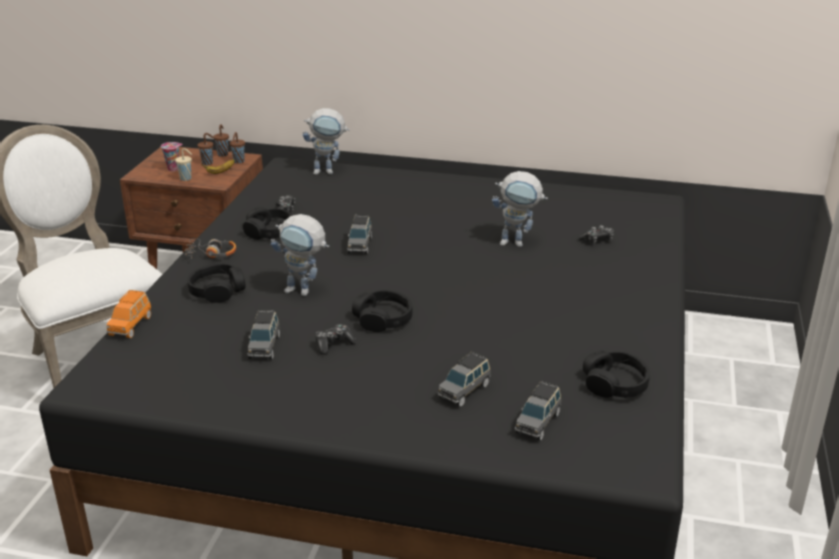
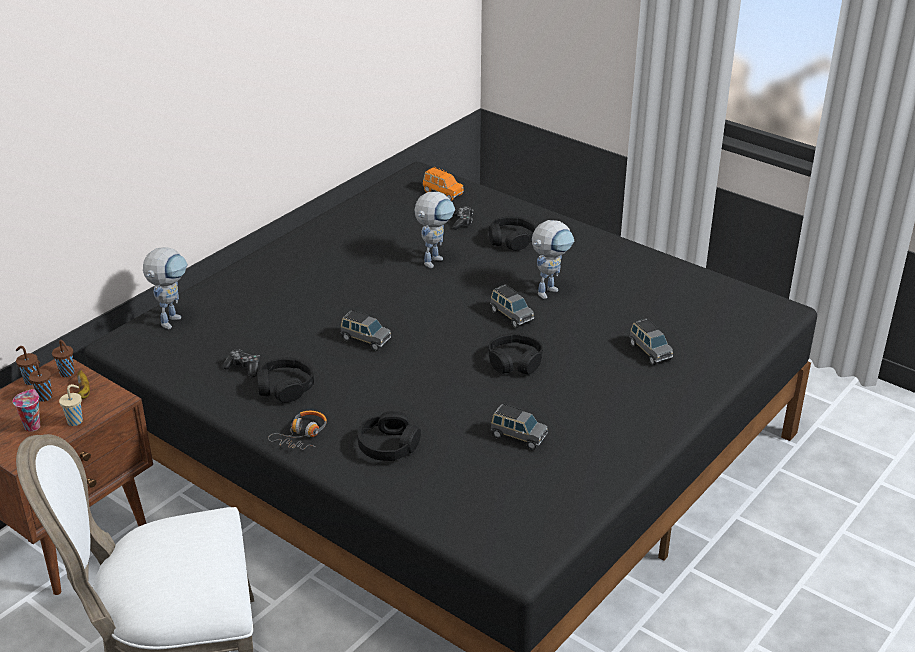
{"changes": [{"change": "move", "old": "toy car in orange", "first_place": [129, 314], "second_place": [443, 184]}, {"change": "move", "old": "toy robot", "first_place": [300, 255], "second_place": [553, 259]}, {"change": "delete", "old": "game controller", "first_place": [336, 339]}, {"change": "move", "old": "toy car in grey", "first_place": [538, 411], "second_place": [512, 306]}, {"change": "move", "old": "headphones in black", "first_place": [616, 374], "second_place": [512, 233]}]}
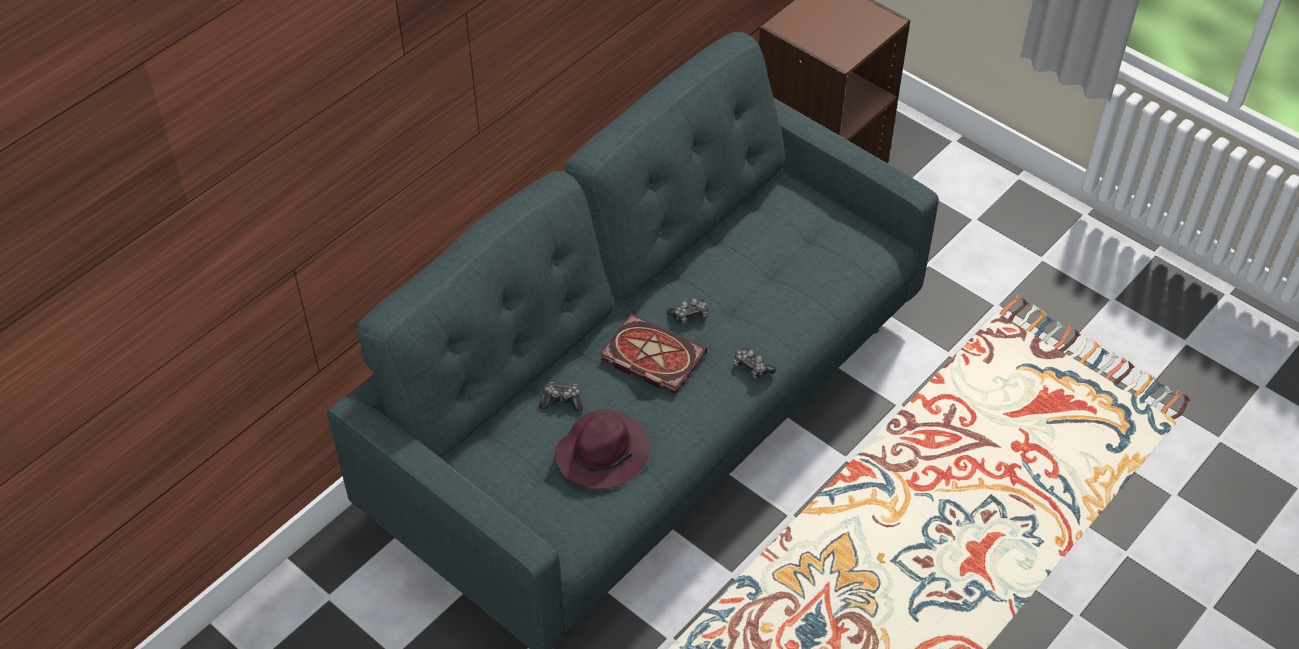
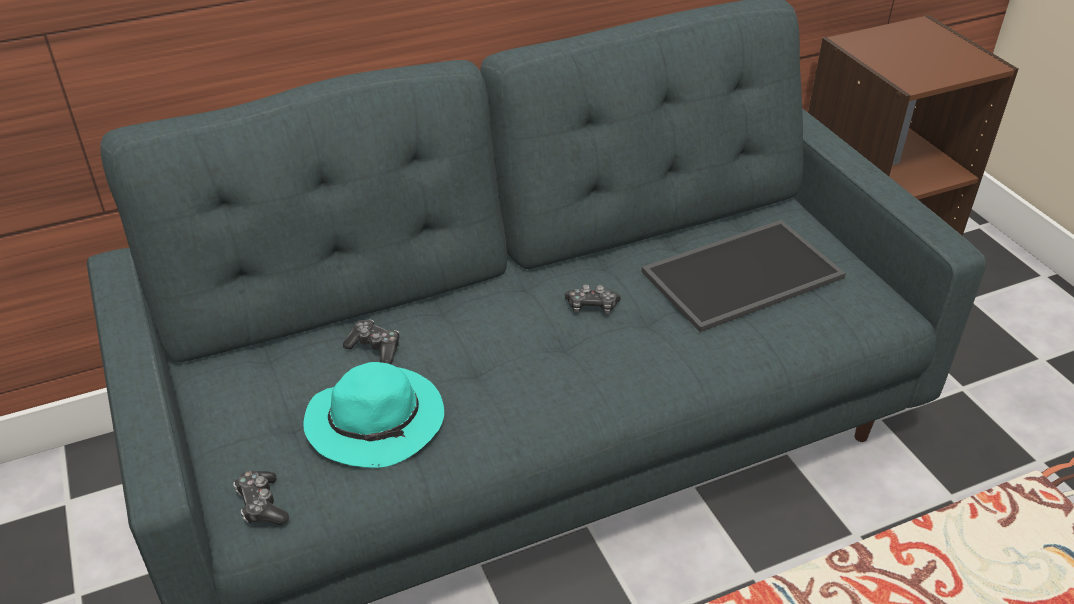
{"changes": [{"change": "recolor", "old": "hat in purple", "new": "hat in turquoise", "first_place": [602, 449], "second_place": [374, 415]}, {"change": "delete", "old": "book", "first_place": [653, 354]}, {"change": "move", "old": "game controller", "first_place": [755, 363], "second_place": [261, 497]}, {"change": "insert", "new": "tray", "second_place": [743, 276]}]}
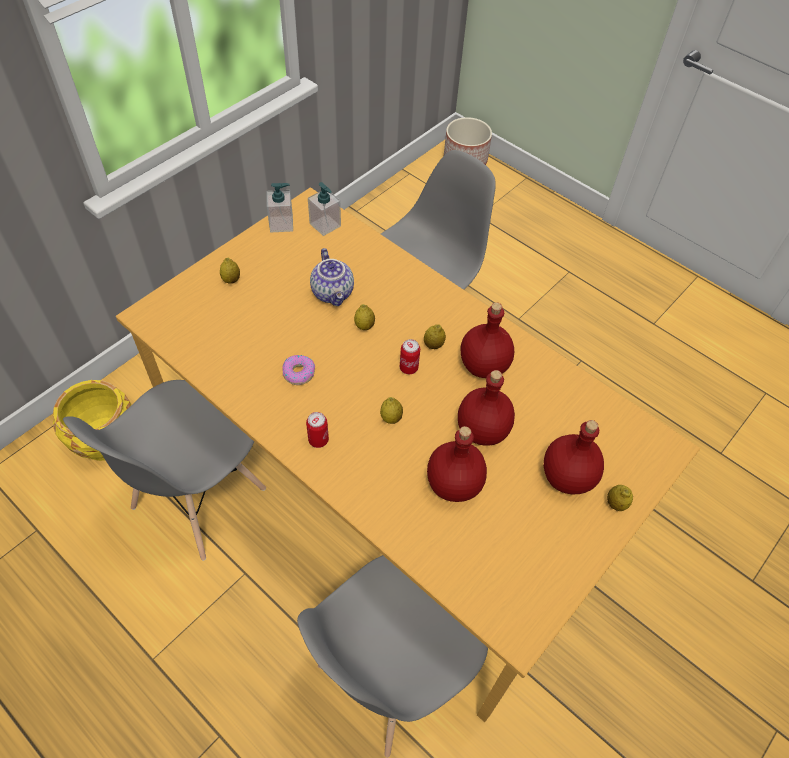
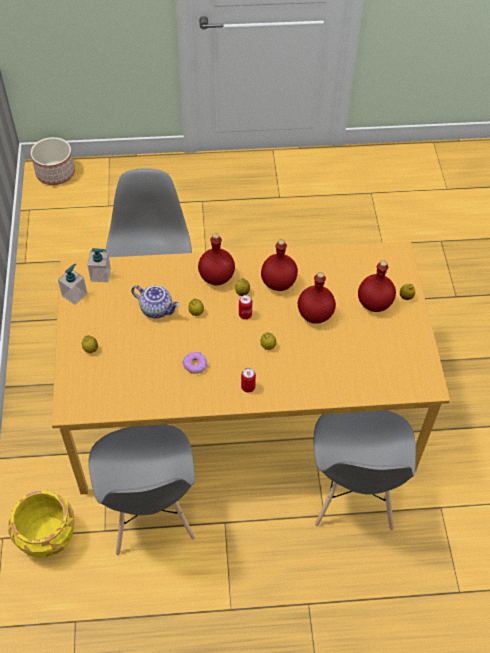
{"changes": [{"change": "move", "old": "bottle in red", "first_place": [457, 464], "second_place": [216, 259]}]}
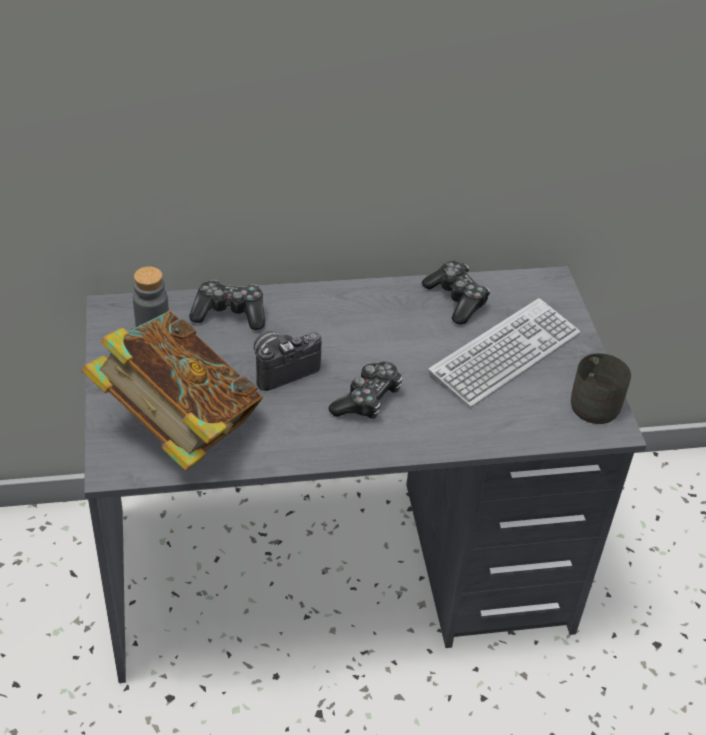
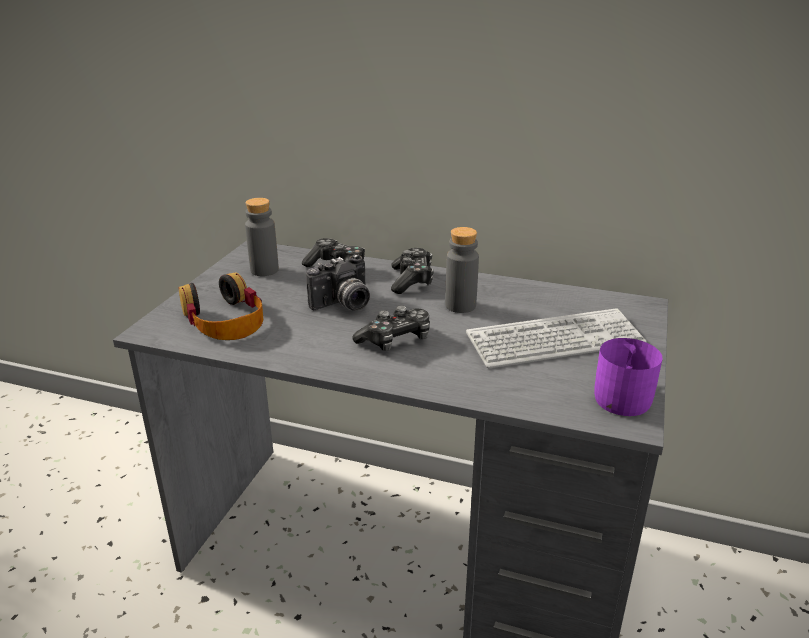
{"changes": [{"change": "replace", "old": "book", "new": "headphones", "first_place": [172, 391], "second_place": [221, 306]}, {"change": "rotate", "old": "photo camera", "first_place": [288, 361], "second_place": [338, 282], "degrees": 150}, {"change": "move", "old": "game controller", "first_place": [456, 293], "second_place": [412, 271]}, {"change": "recolor", "old": "mug in grey", "new": "mug in purple", "first_place": [601, 388], "second_place": [628, 377]}, {"change": "insert", "new": "bottle in grey", "second_place": [462, 270]}]}
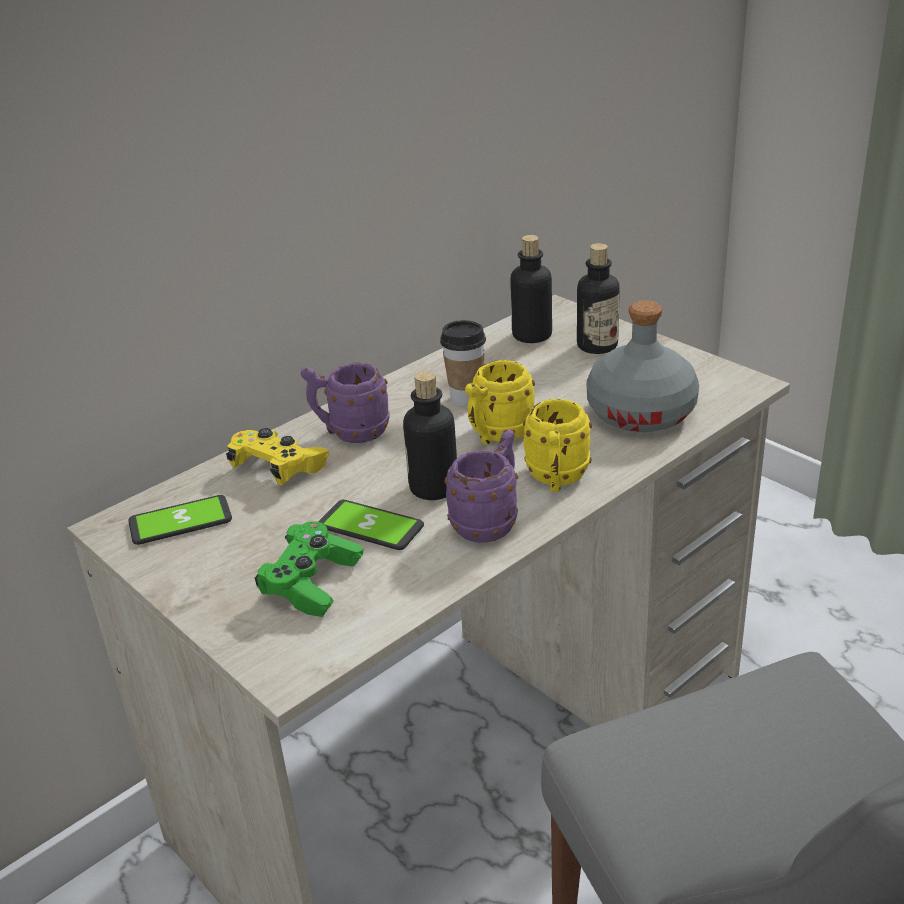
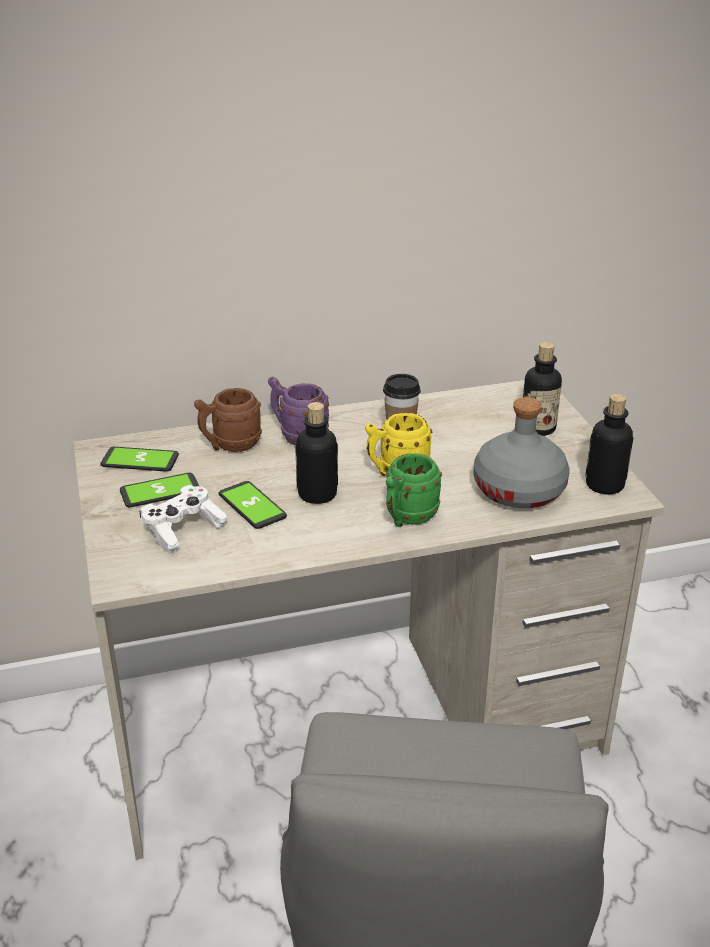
{"changes": [{"change": "replace", "old": "game controller in yellow", "new": "mug in brown", "first_place": [278, 456], "second_place": [228, 420]}, {"change": "recolor", "old": "game controller in green", "new": "game controller in white", "first_place": [309, 569], "second_place": [184, 519]}, {"change": "delete", "old": "mug in purple", "first_place": [481, 486]}, {"change": "move", "old": "bottle", "first_place": [531, 289], "second_place": [609, 444]}, {"change": "recolor", "old": "mug in yellow", "new": "mug in green", "first_place": [557, 445], "second_place": [414, 490]}, {"change": "insert", "new": "phone", "second_place": [159, 490]}]}
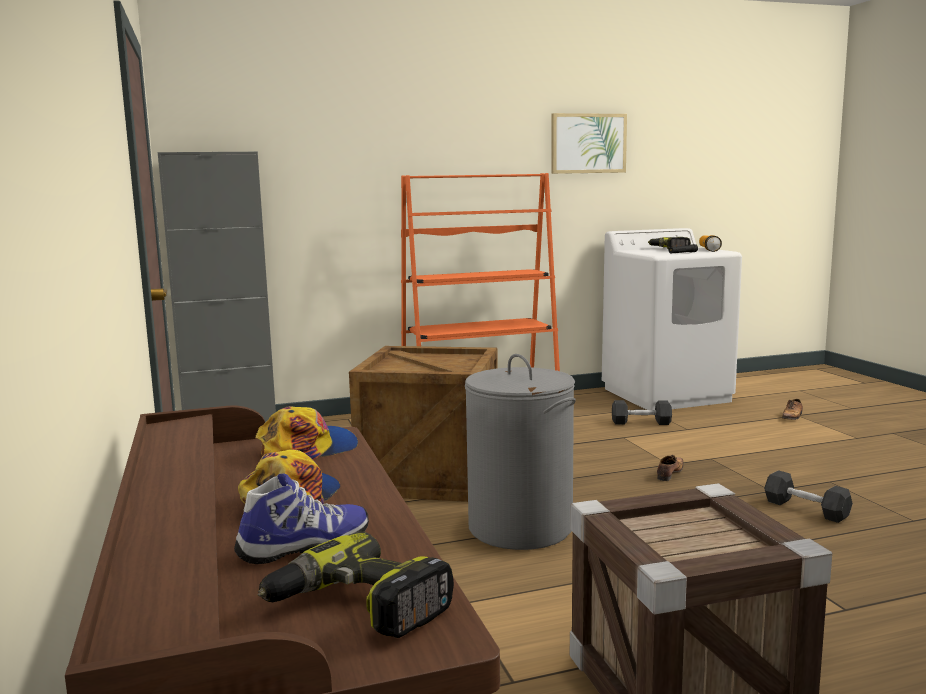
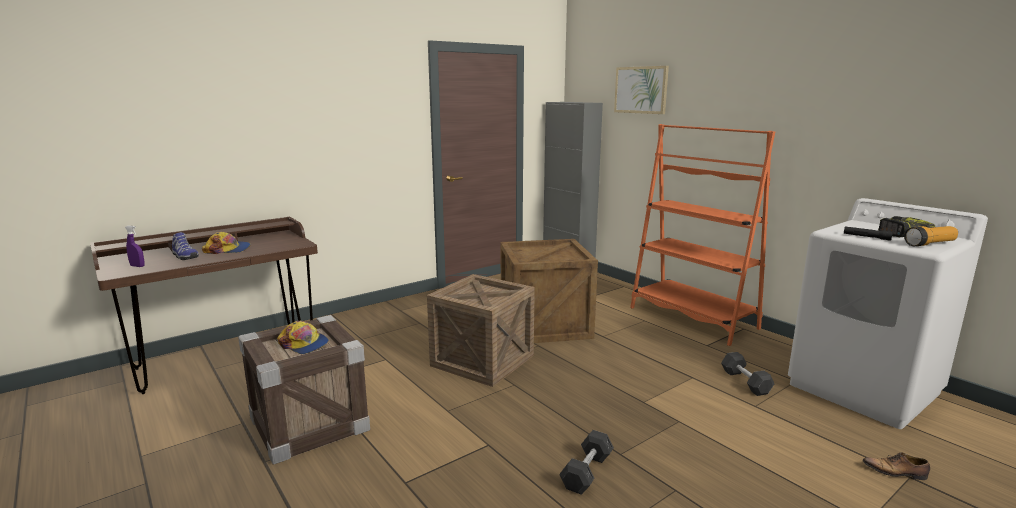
{"changes": [{"change": "move", "old": "cap", "first_place": [307, 433], "second_place": [303, 337]}, {"change": "replace", "old": "power drill", "new": "spray bottle in purple", "first_place": [356, 585], "second_place": [135, 246]}, {"change": "replace", "old": "laundry basket in grey", "new": "crate", "first_place": [520, 452], "second_place": [481, 330]}, {"change": "move", "old": "picture", "first_place": [589, 143], "second_place": [641, 90]}, {"change": "delete", "old": "shoe", "first_place": [670, 468]}]}
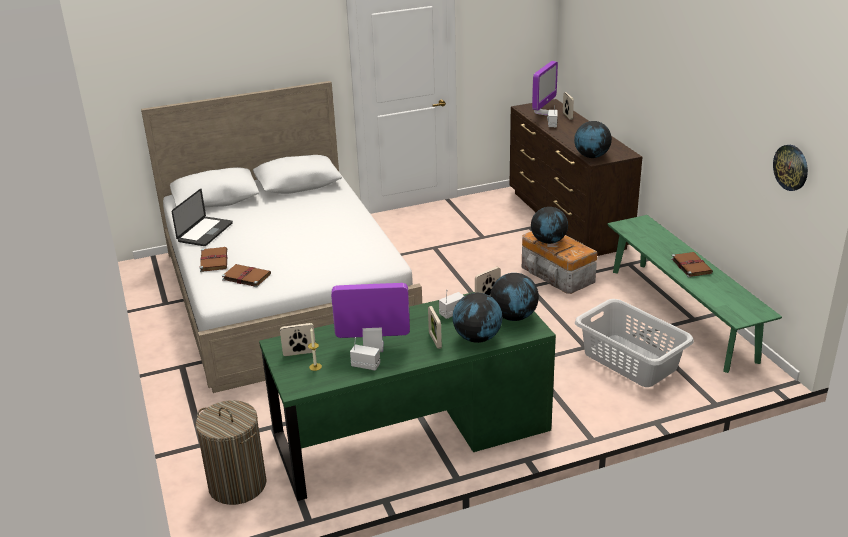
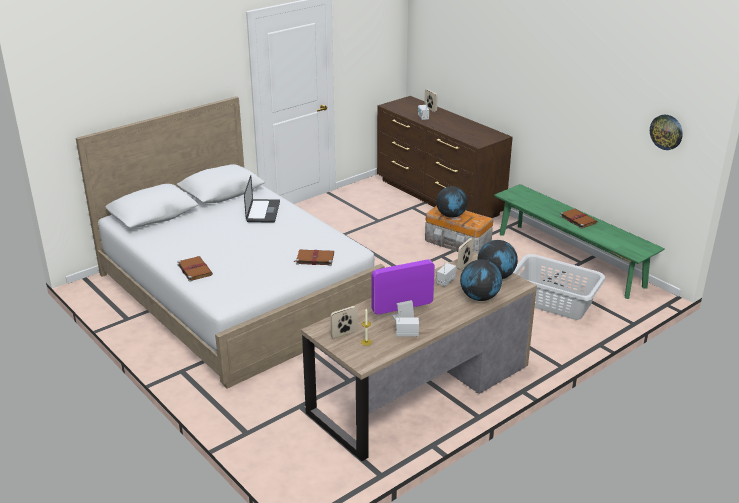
{"changes": [{"change": "move", "old": "laptop", "first_place": [202, 217], "second_place": [262, 199]}, {"change": "delete", "old": "laundry basket", "first_place": [231, 452]}, {"change": "move", "old": "book in brown", "first_place": [246, 275], "second_place": [314, 258]}, {"change": "recolor", "old": "desk in green", "new": "desk in brown", "first_place": [407, 396], "second_place": [419, 356]}, {"change": "delete", "old": "picture frame", "first_place": [435, 327]}, {"change": "delete", "old": "monitor", "first_place": [545, 88]}, {"change": "delete", "old": "globe", "first_place": [593, 139]}]}
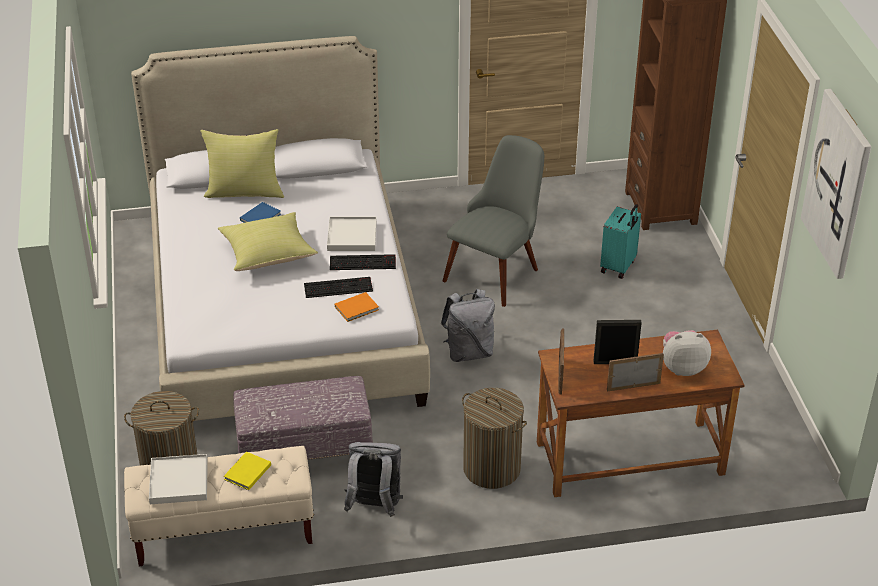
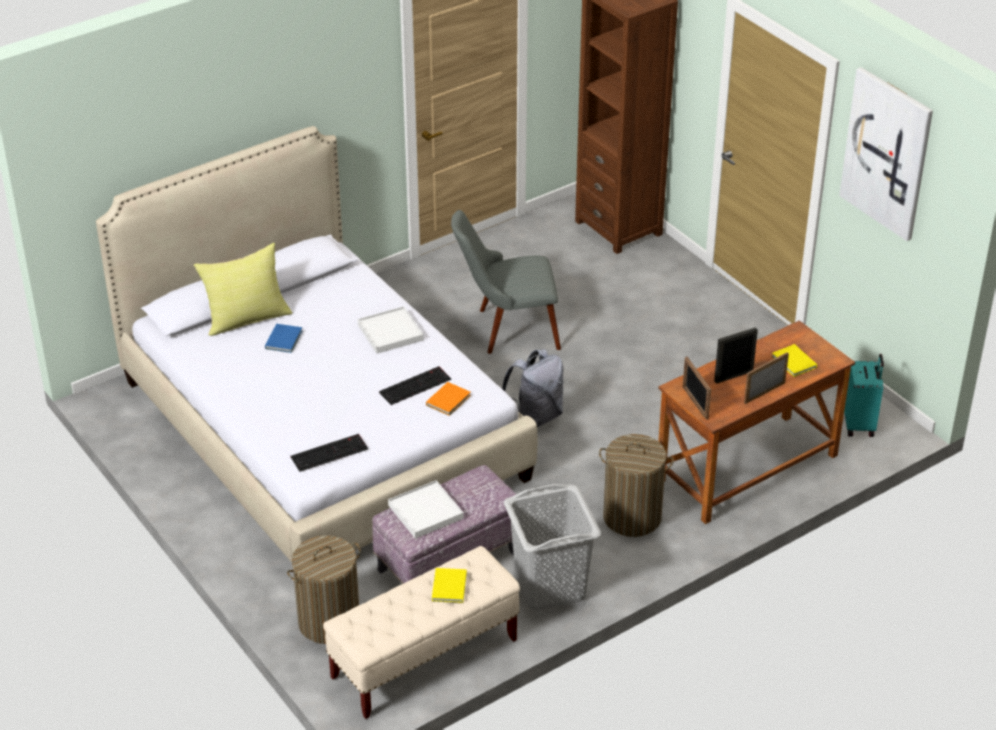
{"changes": [{"change": "move", "old": "tray in white", "first_place": [178, 479], "second_place": [426, 509]}, {"change": "delete", "old": "pillow in yellow", "first_place": [268, 241]}, {"change": "move", "old": "keyboard", "first_place": [363, 262], "second_place": [329, 453]}, {"change": "replace", "old": "backpack in grey", "new": "laundry basket in grey", "first_place": [373, 479], "second_place": [552, 547]}, {"change": "rotate", "old": "chair in grey", "first_place": [493, 221], "second_place": [506, 282], "degrees": -105}, {"change": "move", "old": "suitcase in turquoise", "first_place": [620, 241], "second_place": [864, 395]}, {"change": "replace", "old": "plush toy", "new": "book in yellow", "first_place": [687, 353], "second_place": [794, 360]}]}
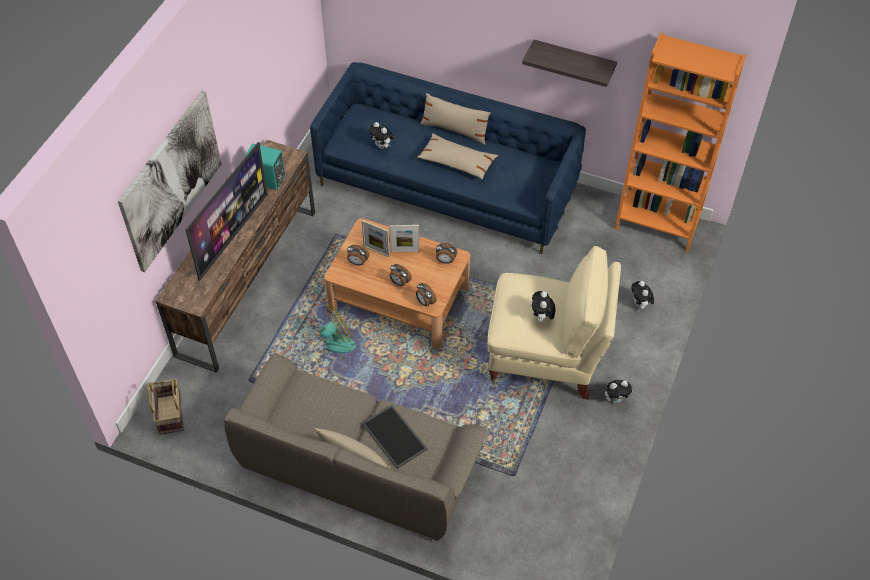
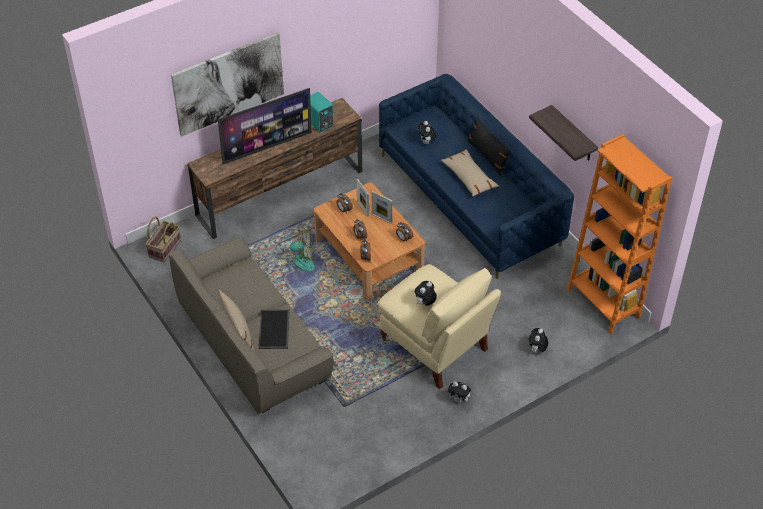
{"changes": [{"change": "recolor", "old": "pillow in beige", "new": "pillow in black", "first_place": [455, 119], "second_place": [489, 146]}]}
